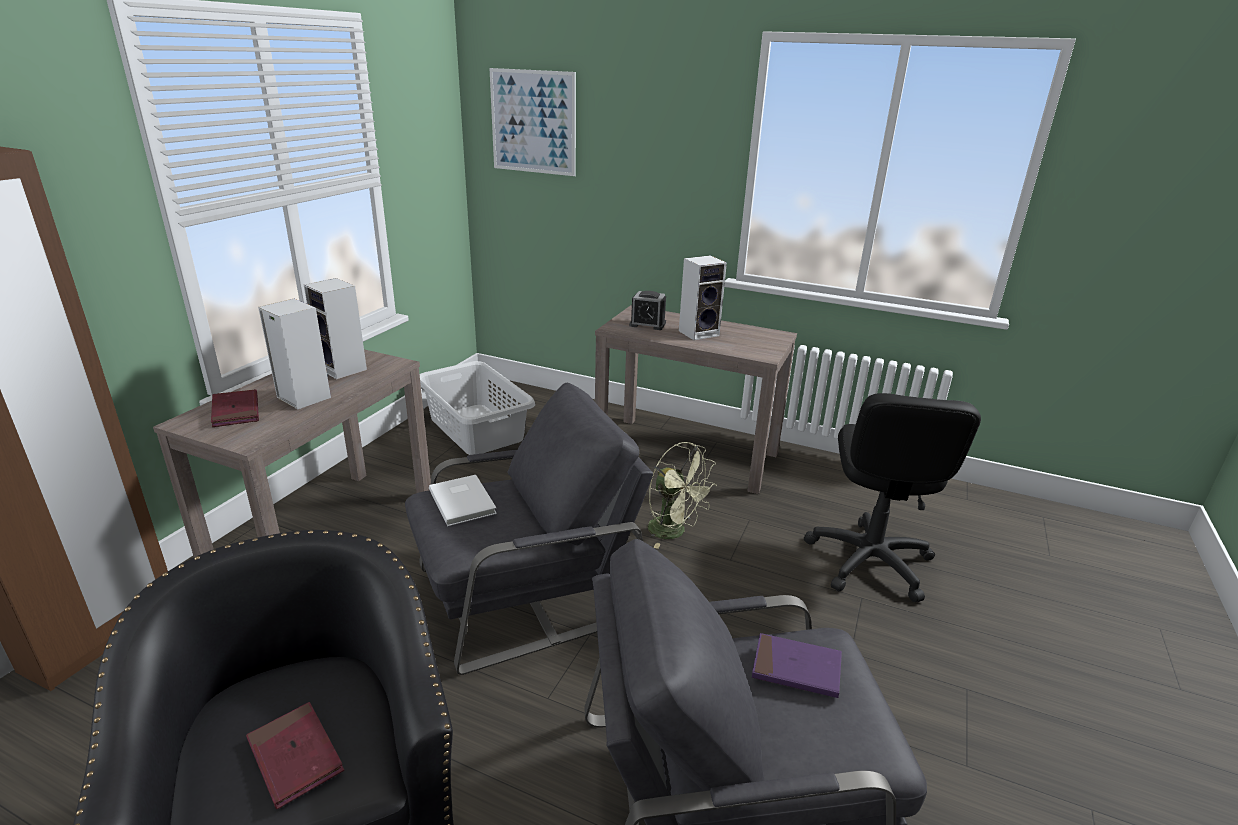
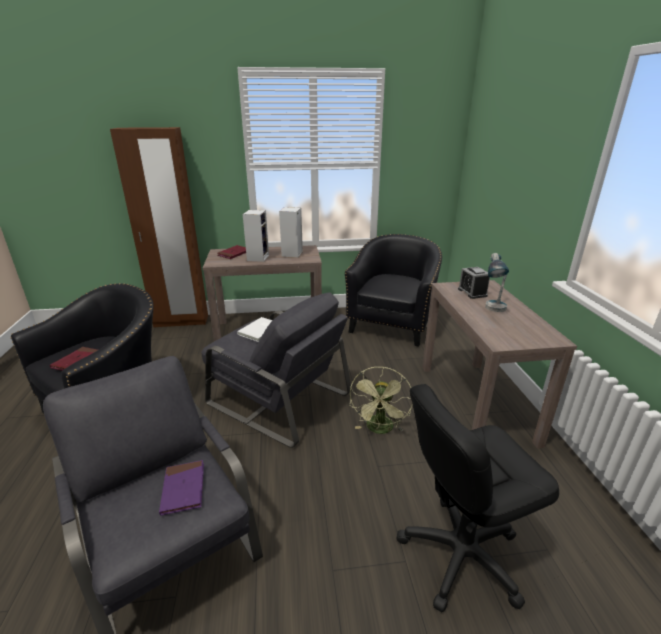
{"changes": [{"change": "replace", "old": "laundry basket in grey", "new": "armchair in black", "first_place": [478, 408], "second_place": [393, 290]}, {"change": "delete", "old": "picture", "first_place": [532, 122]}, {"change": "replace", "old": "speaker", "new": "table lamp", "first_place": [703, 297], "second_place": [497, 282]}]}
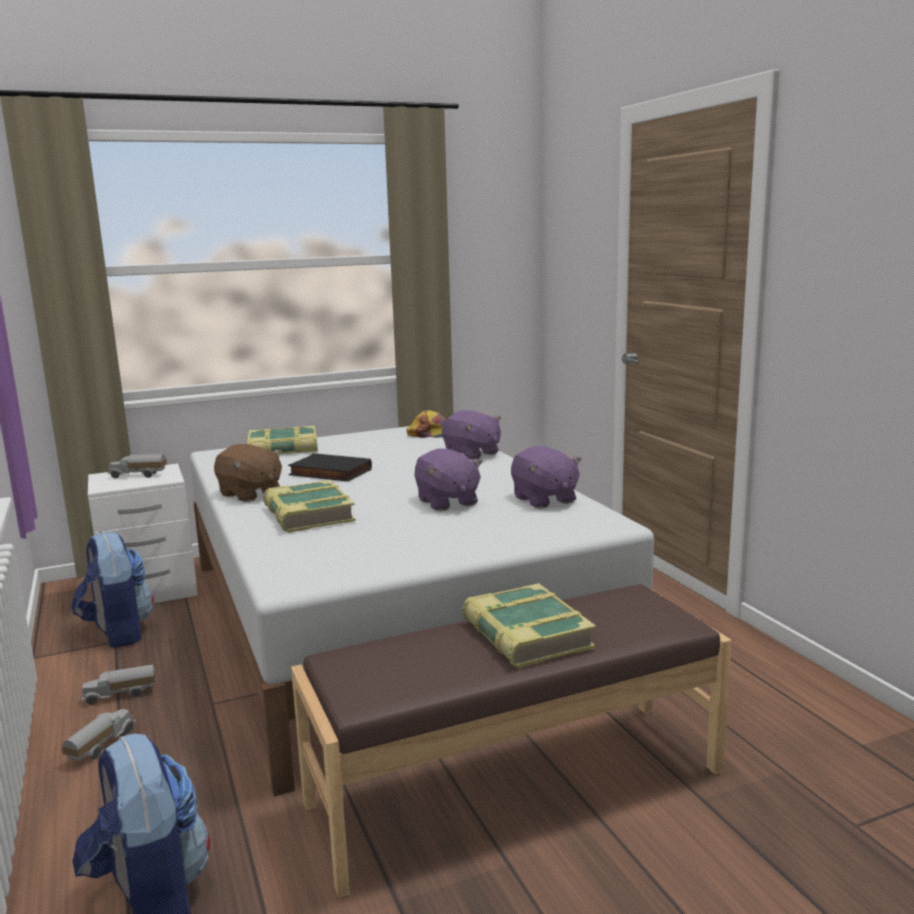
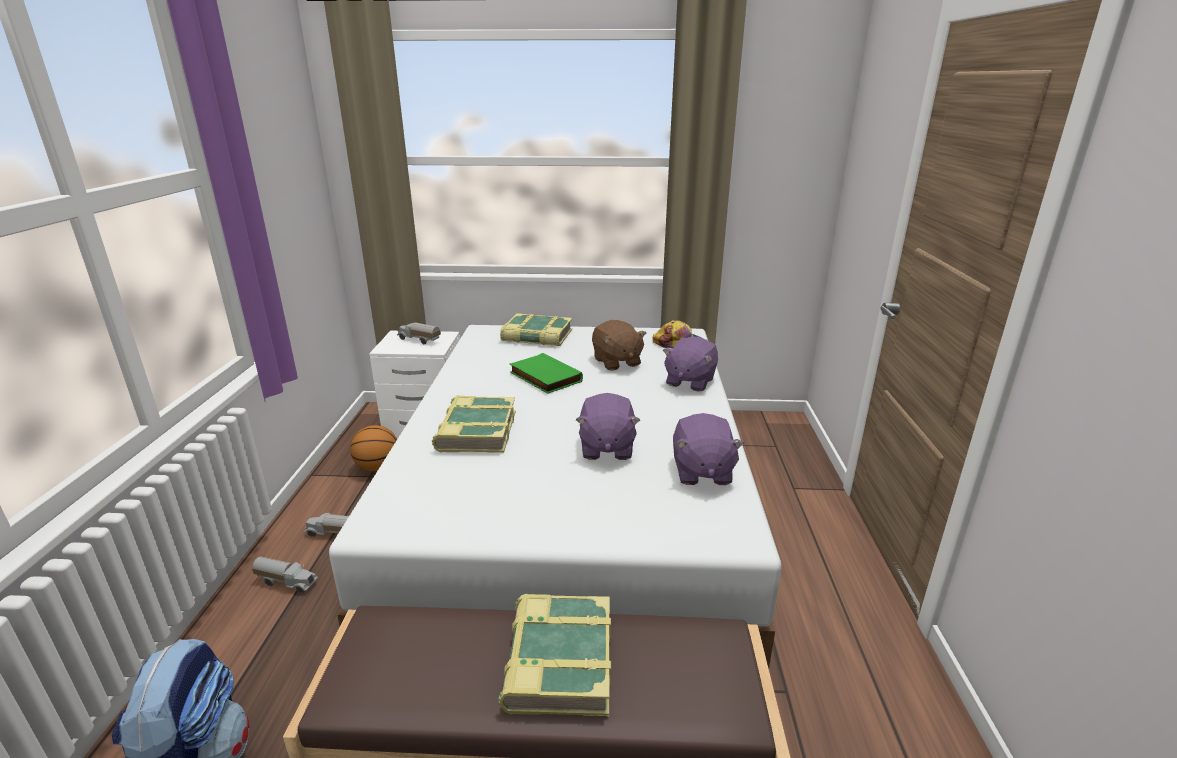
{"changes": [{"change": "rotate", "old": "toy truck", "first_place": [99, 735], "second_place": [285, 574], "degrees": 60}, {"change": "replace", "old": "backpack", "new": "basketball", "first_place": [112, 589], "second_place": [373, 448]}, {"change": "move", "old": "plush toy in brown", "first_place": [248, 473], "second_place": [619, 345]}, {"change": "recolor", "old": "book in black", "new": "book in green", "first_place": [330, 467], "second_place": [546, 373]}, {"change": "rotate", "old": "plush toy in purple", "first_place": [471, 435], "second_place": [690, 364], "degrees": 45}]}
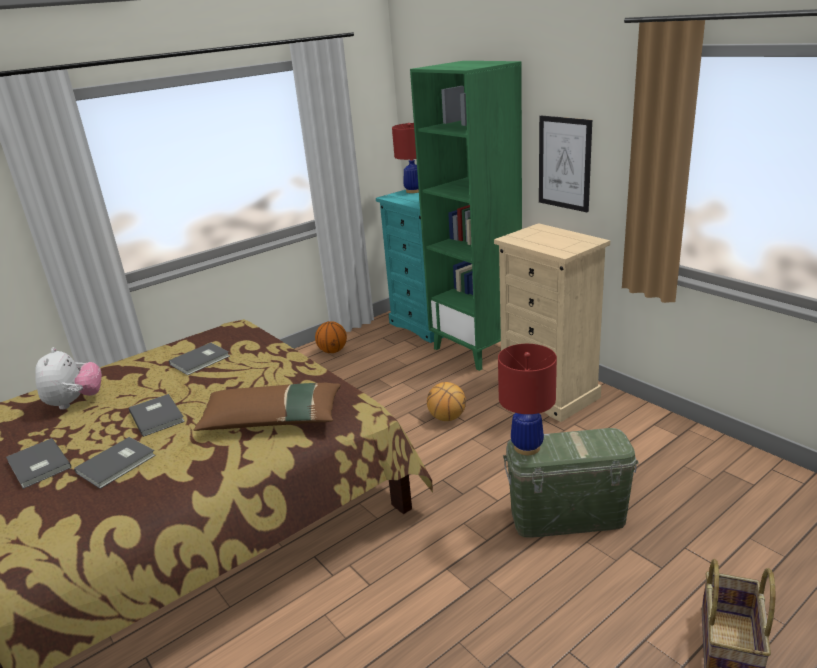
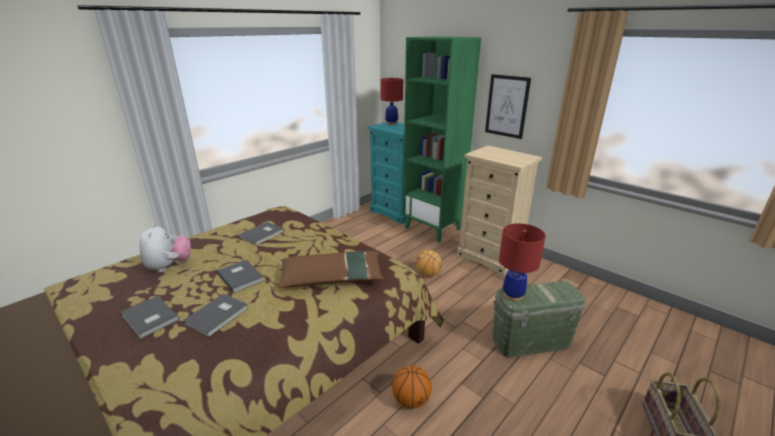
{"changes": [{"change": "move", "old": "basketball", "first_place": [331, 337], "second_place": [412, 387]}]}
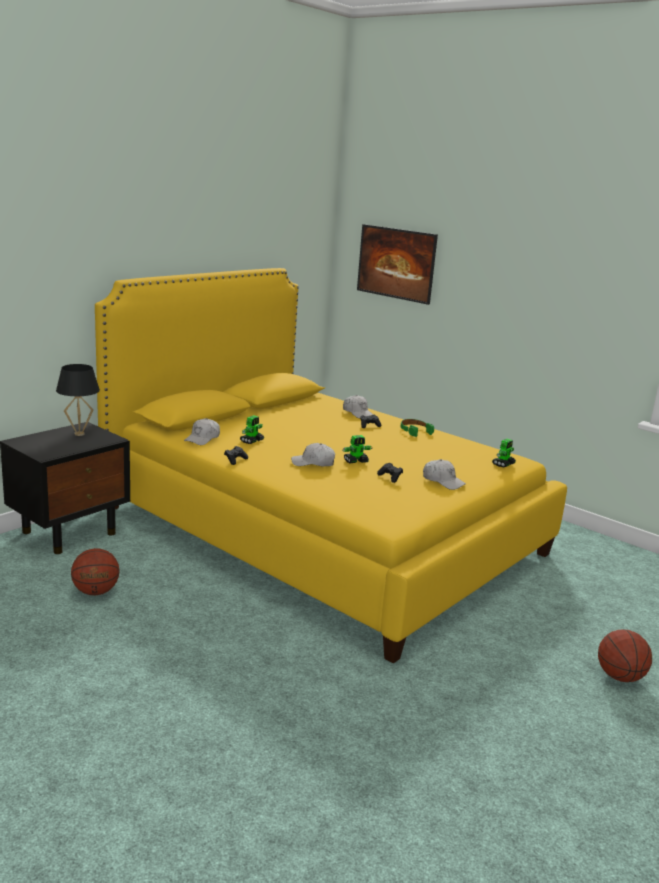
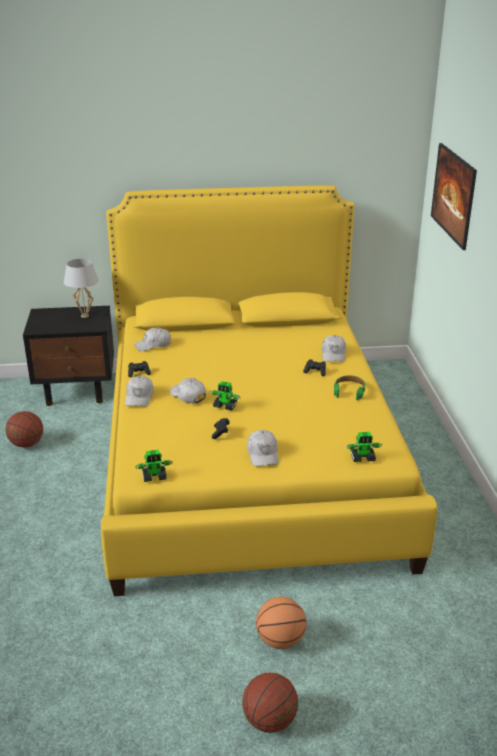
{"changes": [{"change": "recolor", "old": "table lamp in black", "new": "table lamp in white", "first_place": [78, 400], "second_place": [81, 288]}, {"change": "move", "old": "toy robot", "first_place": [252, 429], "second_place": [153, 466]}, {"change": "insert", "new": "cap in white", "second_place": [139, 391]}, {"change": "insert", "new": "basketball", "second_place": [281, 623]}]}
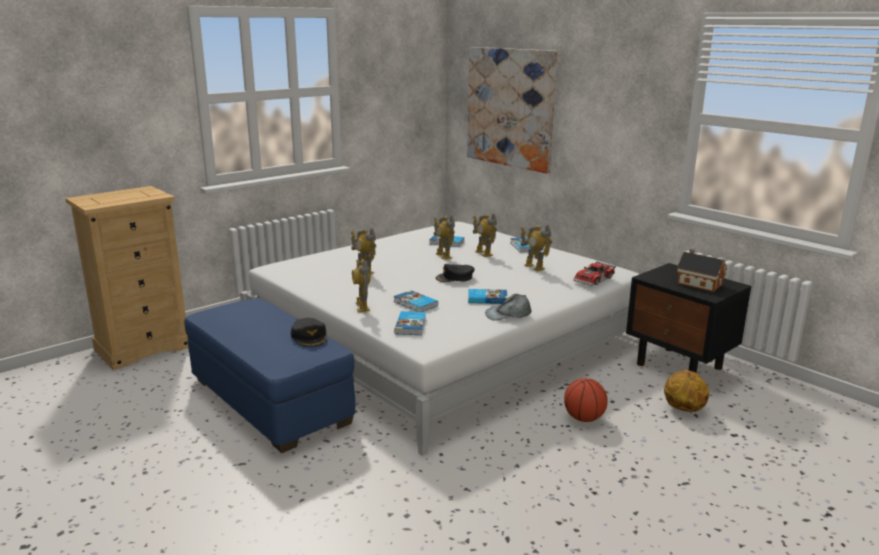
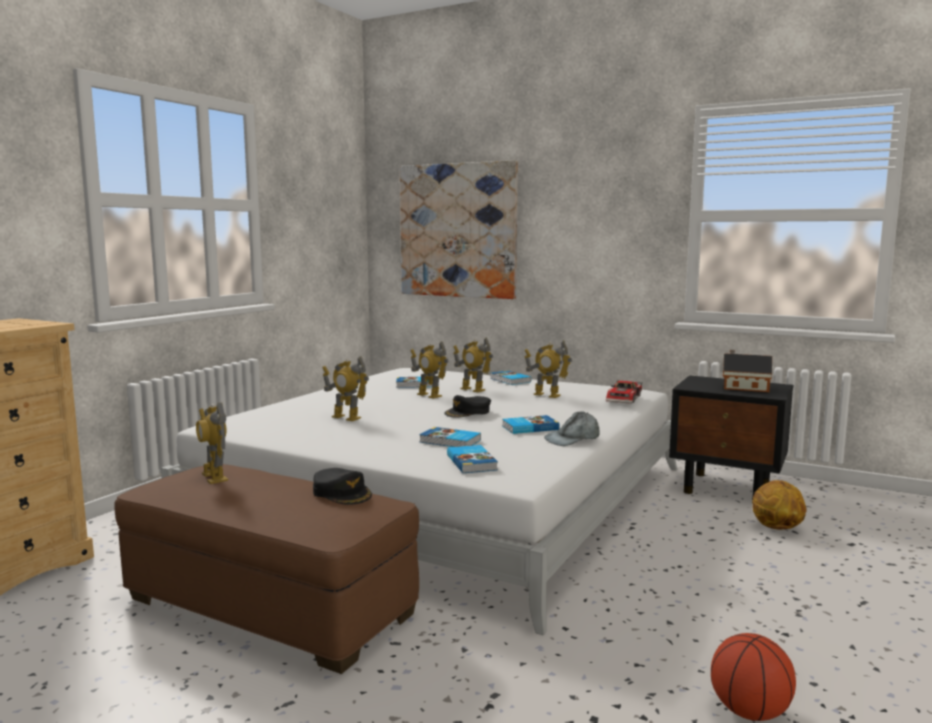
{"changes": [{"change": "recolor", "old": "ottoman in blue", "new": "ottoman in brown", "first_place": [269, 376], "second_place": [266, 569]}, {"change": "move", "old": "toy robot", "first_place": [361, 286], "second_place": [212, 443]}, {"change": "move", "old": "basketball", "first_place": [586, 400], "second_place": [753, 677]}]}
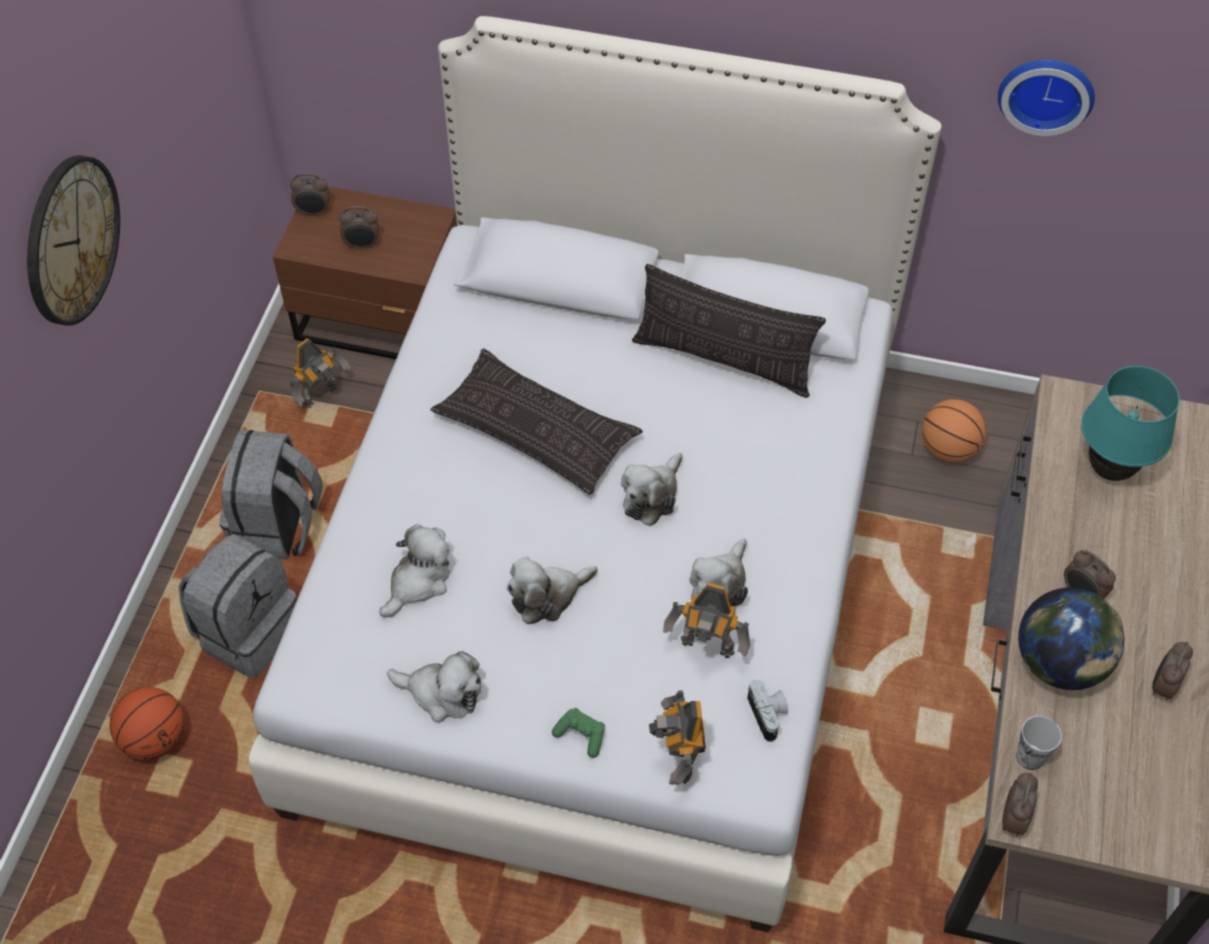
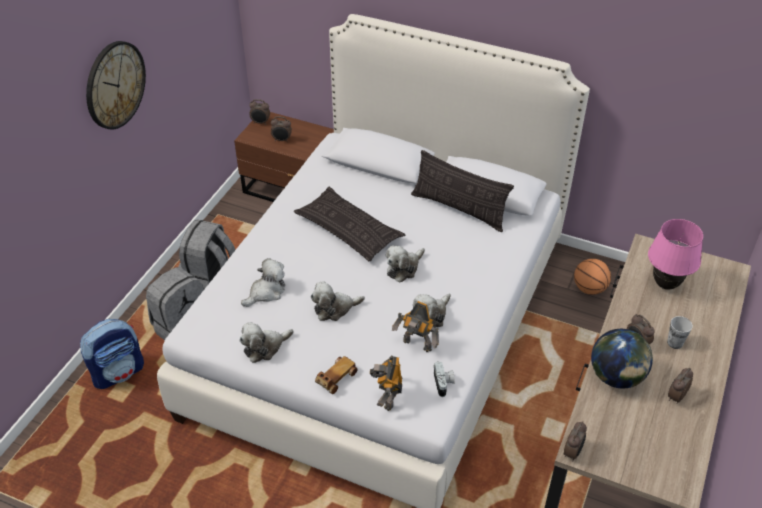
{"changes": [{"change": "replace", "old": "basketball", "new": "backpack", "first_place": [147, 723], "second_place": [112, 354]}, {"change": "delete", "old": "toy robot", "first_place": [320, 373]}, {"change": "rotate", "old": "plush toy", "first_place": [434, 687], "second_place": [266, 342], "degrees": 120}, {"change": "replace", "old": "game controller in green", "new": "toy car", "first_place": [578, 733], "second_place": [336, 375]}, {"change": "delete", "old": "wall clock", "first_place": [1046, 97]}, {"change": "move", "old": "cup", "first_place": [1039, 743], "second_place": [680, 332]}, {"change": "recolor", "old": "table lamp in turquoise", "new": "table lamp in pink", "first_place": [1130, 423], "second_place": [675, 254]}]}
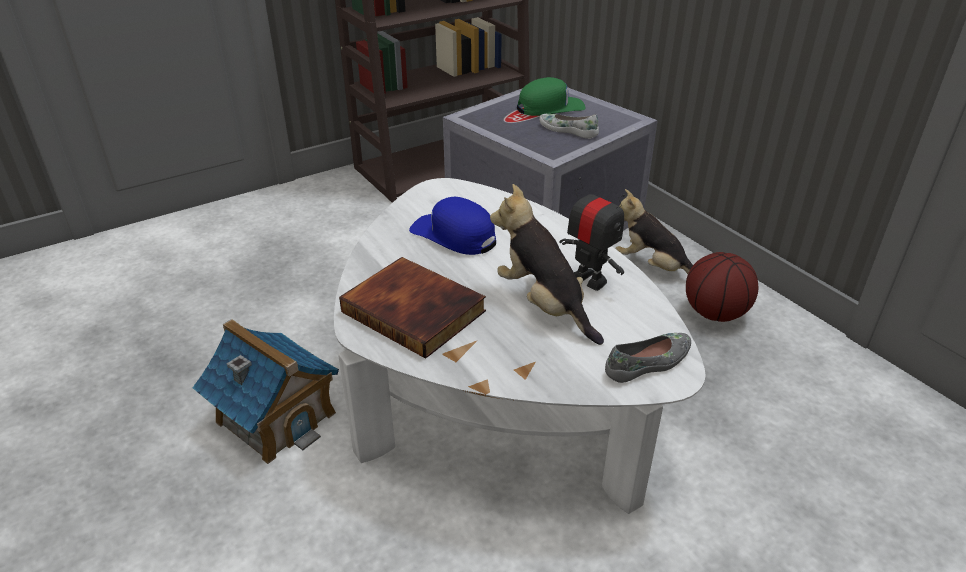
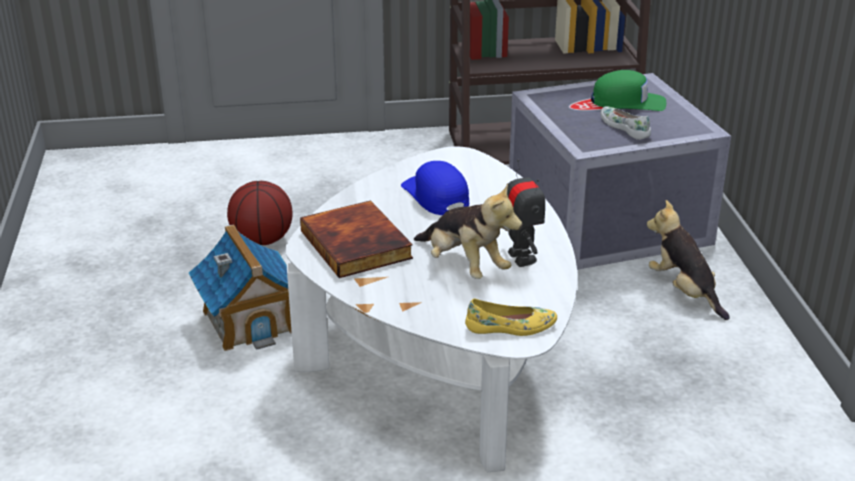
{"changes": [{"change": "rotate", "old": "plush toy", "first_place": [547, 264], "second_place": [468, 231], "degrees": 150}, {"change": "recolor", "old": "shoe in grey", "new": "shoe in yellow", "first_place": [648, 358], "second_place": [511, 317]}, {"change": "move", "old": "basketball", "first_place": [722, 287], "second_place": [259, 213]}]}
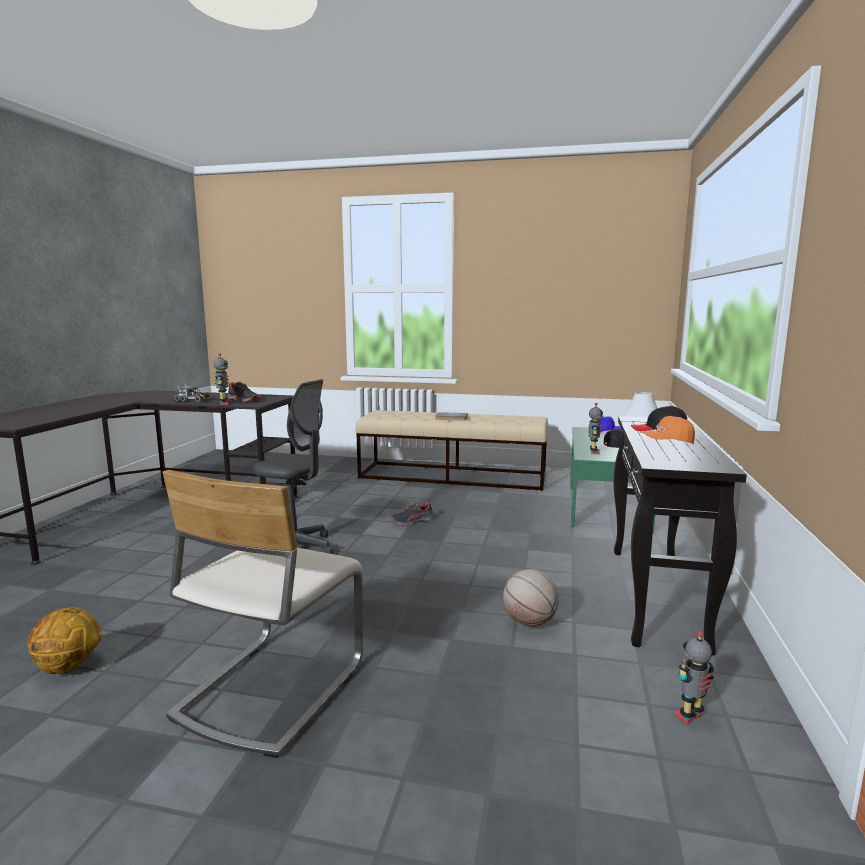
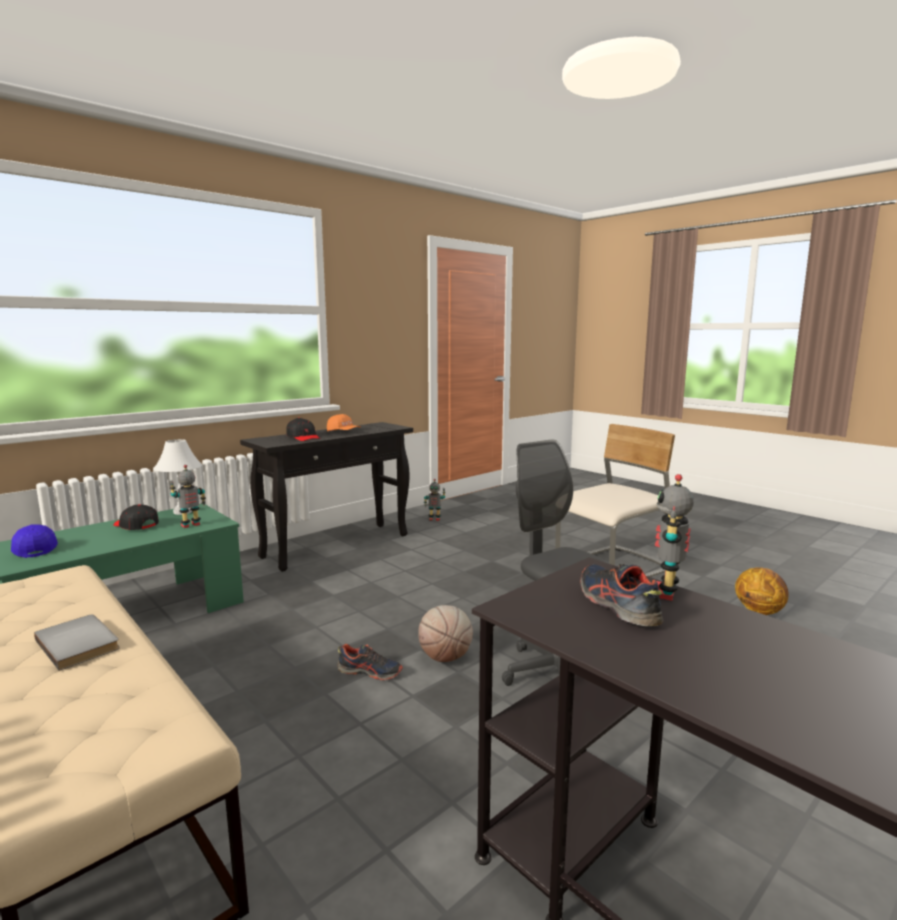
{"changes": [{"change": "delete", "old": "toy truck", "first_place": [192, 394]}, {"change": "move", "old": "basketball", "first_place": [531, 598], "second_place": [445, 633]}]}
